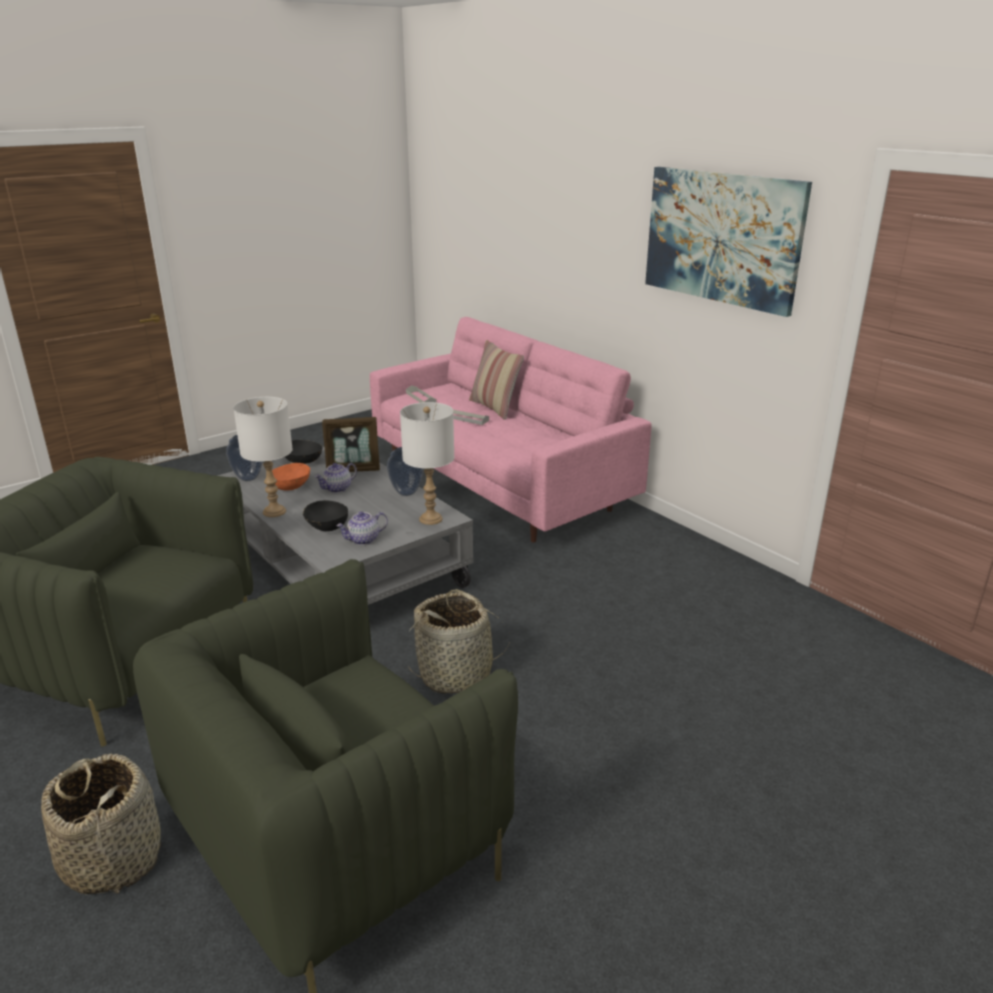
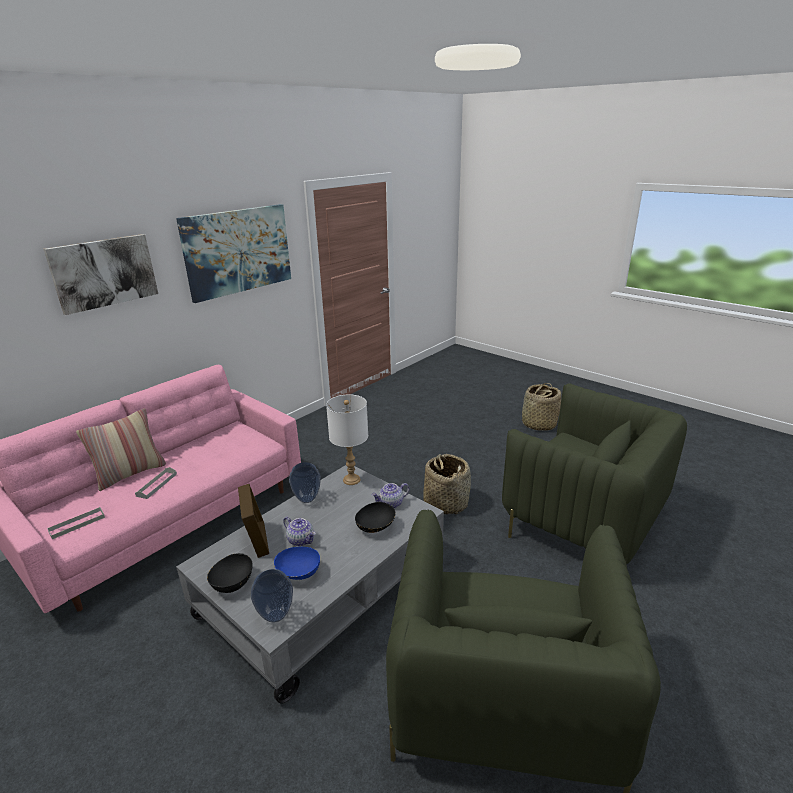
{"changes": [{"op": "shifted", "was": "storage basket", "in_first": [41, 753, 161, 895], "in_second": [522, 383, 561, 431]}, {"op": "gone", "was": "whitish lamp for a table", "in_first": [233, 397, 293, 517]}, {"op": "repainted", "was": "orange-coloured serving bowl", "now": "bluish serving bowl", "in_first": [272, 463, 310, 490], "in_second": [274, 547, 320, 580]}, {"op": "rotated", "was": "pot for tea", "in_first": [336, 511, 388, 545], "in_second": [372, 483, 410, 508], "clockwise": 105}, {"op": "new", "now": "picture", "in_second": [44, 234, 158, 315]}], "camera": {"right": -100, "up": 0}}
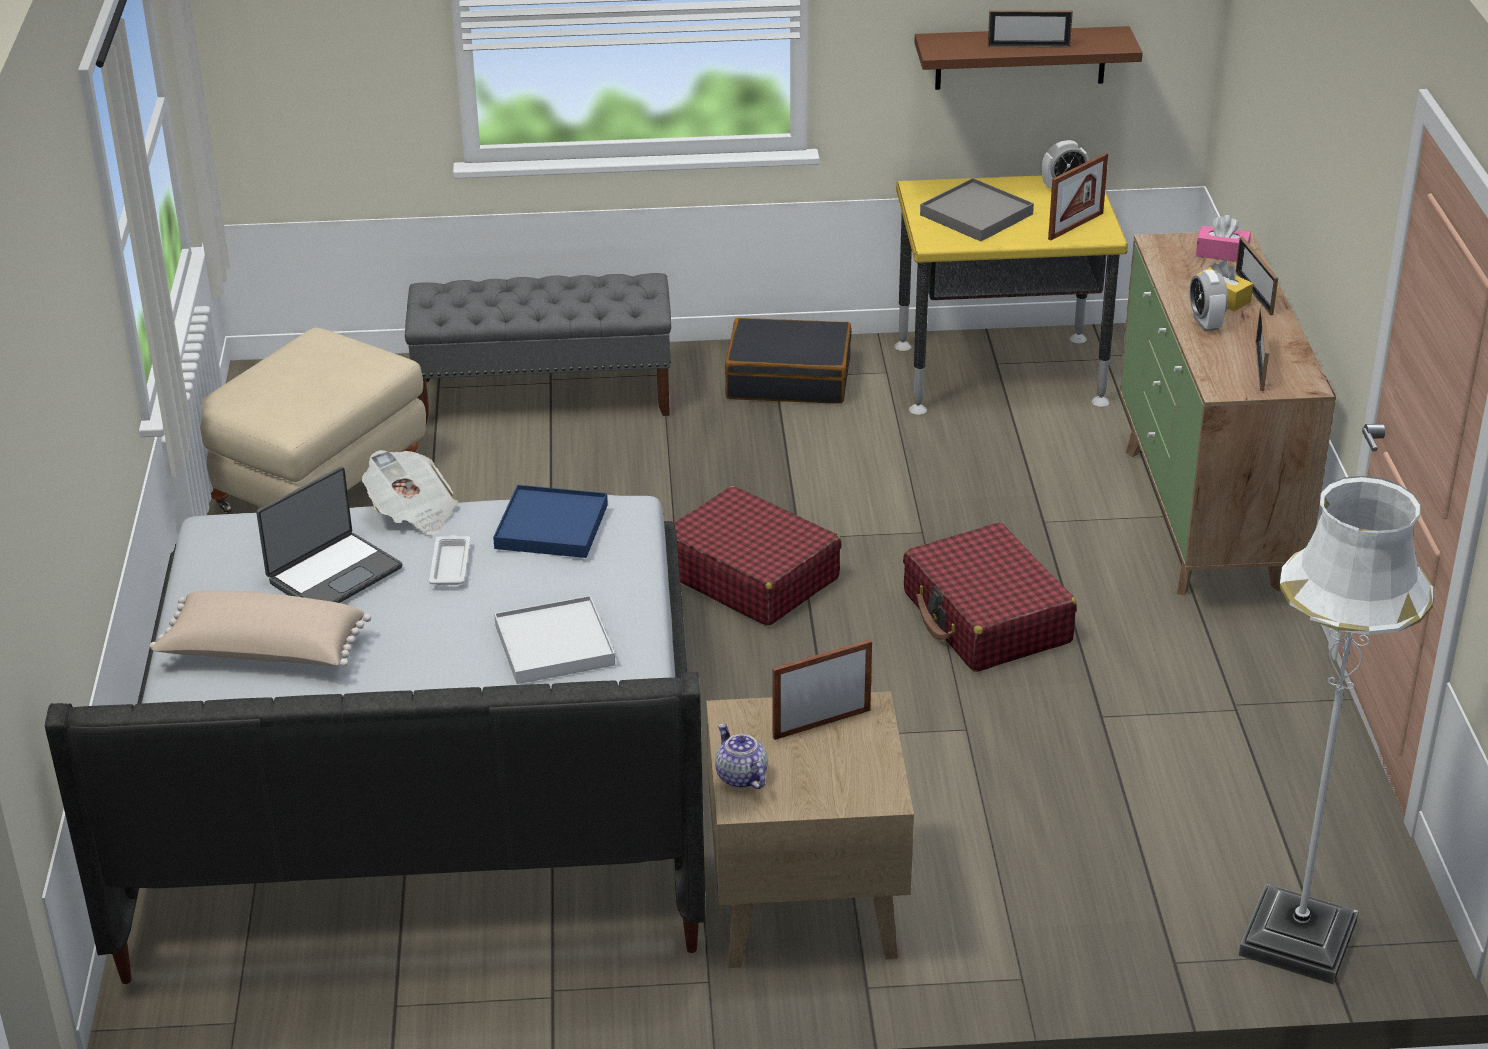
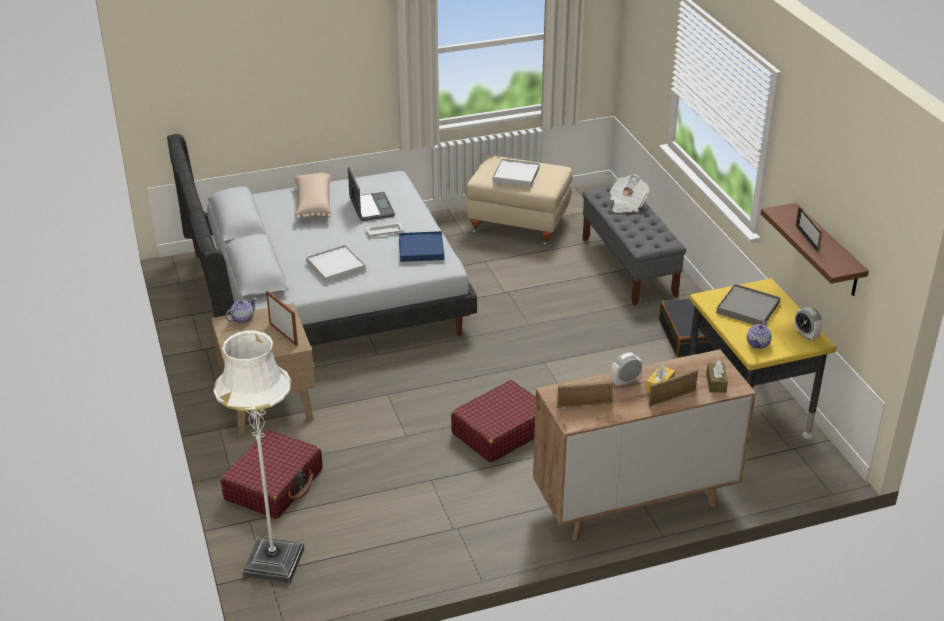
{"changes": [{"op": "rotated", "was": "portable computer", "in_first": [256, 467, 403, 603], "in_second": [348, 167, 395, 221], "clockwise": -135}, {"op": "shifted", "was": "printed paper", "in_first": [362, 450, 459, 535], "in_second": [610, 175, 650, 213]}, {"op": "shifted", "was": "reddish travel case", "in_first": [674, 486, 842, 626], "in_second": [220, 430, 323, 519]}, {"op": "swapped", "was": "picture frame", "now": "pot for tea", "in_first": [1048, 153, 1108, 240], "in_second": [747, 321, 772, 349]}, {"op": "repainted", "was": "pink-coloured tissue holder", "now": "brownish tissue holder", "in_first": [1196, 215, 1251, 262], "in_second": [706, 360, 728, 393]}, {"op": "new", "now": "whitish serving tray", "in_second": [492, 159, 540, 187]}], "camera": {"right": 75, "up": 0}}
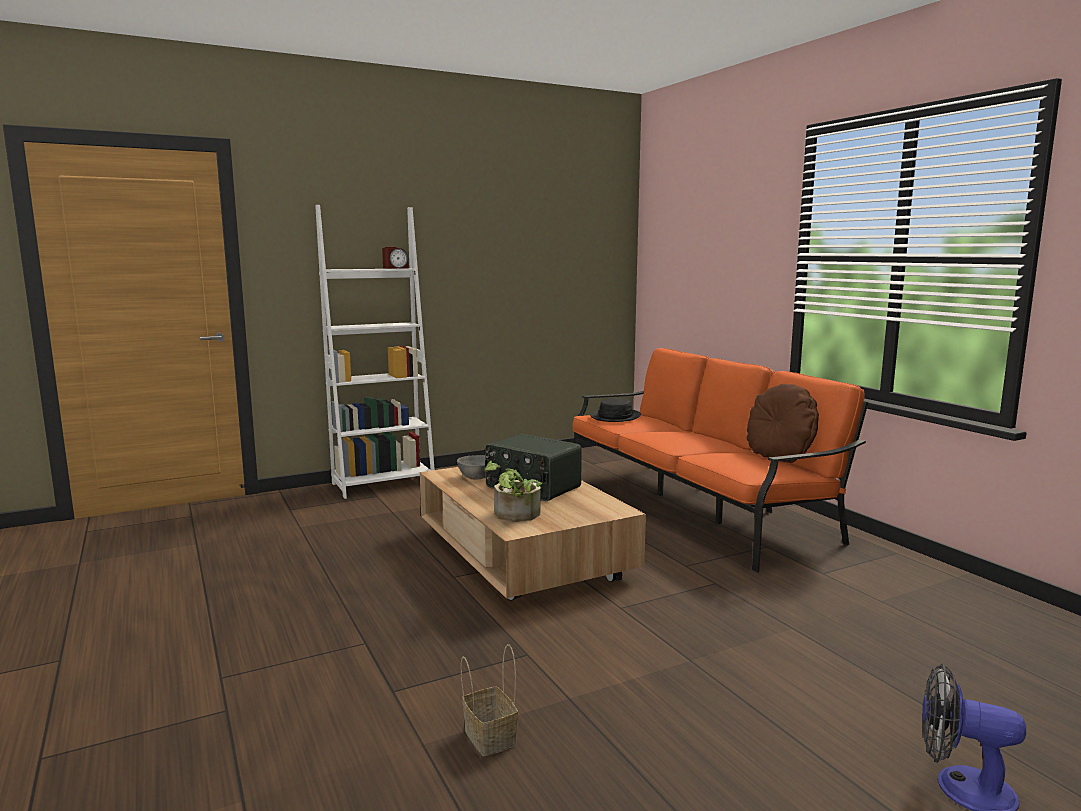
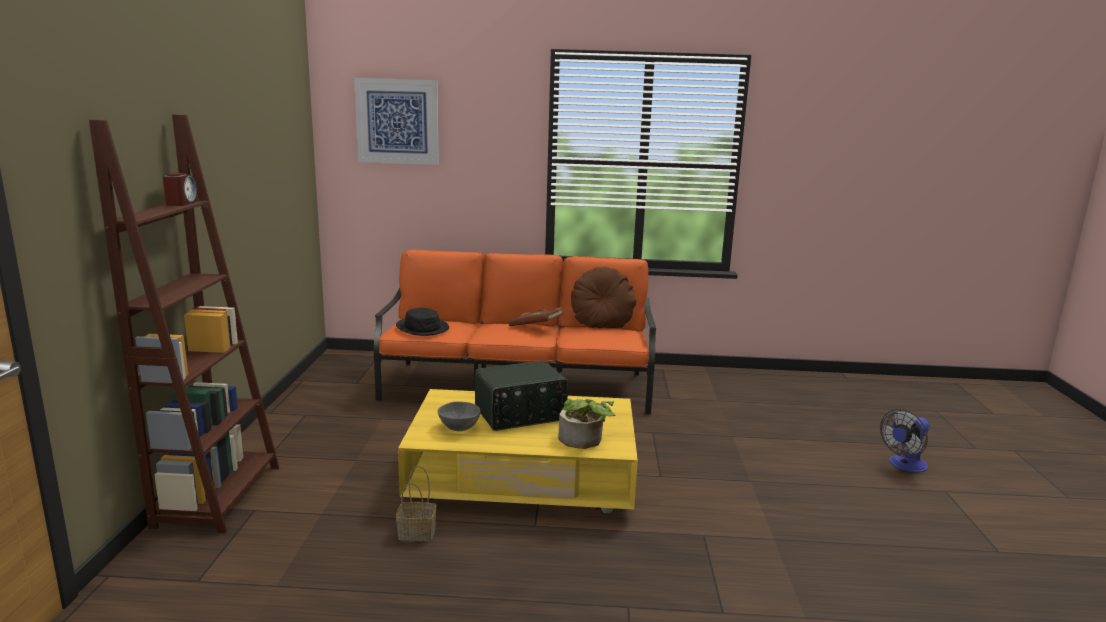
{"changes": [{"op": "repainted", "was": "whitish bookcase", "now": "brownish bookcase", "in_first": [315, 205, 435, 499], "in_second": [89, 114, 279, 533]}, {"op": "repainted", "was": "brownish low table", "now": "yellow-coloured low table", "in_first": [420, 467, 646, 601], "in_second": [398, 389, 638, 514]}, {"op": "shifted", "was": "storage basket", "in_first": [461, 644, 518, 757], "in_second": [396, 466, 437, 541]}, {"op": "new", "now": "picture", "in_second": [354, 78, 439, 165]}, {"op": "new", "now": "brownish bound book", "in_second": [508, 307, 564, 326]}], "camera": {"right": -60, "up": 5}}
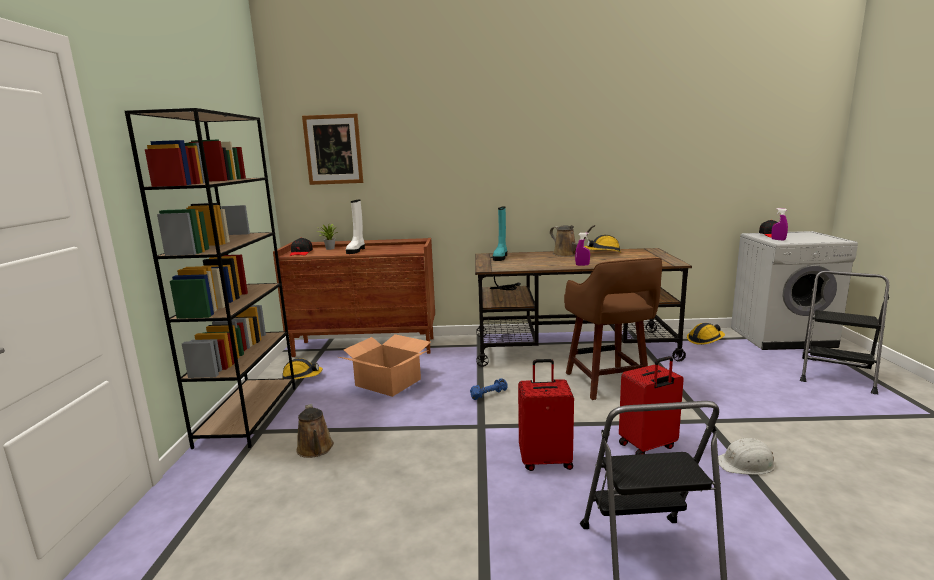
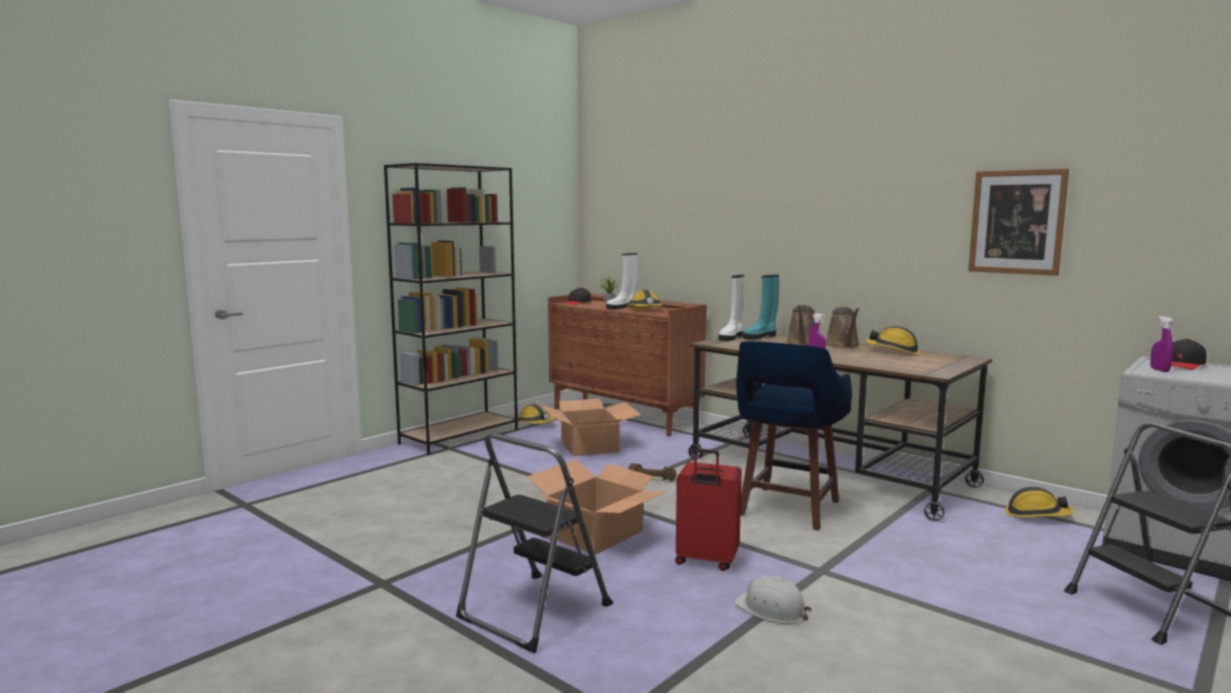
{"changes": [{"op": "shifted", "was": "brownish watering pot", "in_first": [296, 404, 334, 458], "in_second": [786, 305, 815, 345]}, {"op": "shifted", "was": "picture", "in_first": [302, 114, 363, 185], "in_second": [968, 168, 1069, 276]}, {"op": "repainted", "was": "bluish hand weight", "now": "brownish hand weight", "in_first": [470, 378, 508, 400], "in_second": [628, 463, 677, 481]}, {"op": "swapped", "was": "reddish travel case", "now": "carton", "in_first": [518, 359, 574, 471], "in_second": [527, 459, 667, 555]}, {"op": "repainted", "was": "brownish stool seat", "now": "bluish stool seat", "in_first": [564, 258, 662, 400], "in_second": [737, 341, 852, 530]}, {"op": "new", "now": "safety helmet", "in_second": [627, 290, 663, 308]}, {"op": "new", "now": "whitish tall boot", "in_second": [719, 275, 744, 341]}], "camera": {"right": 40, "up": -5}}
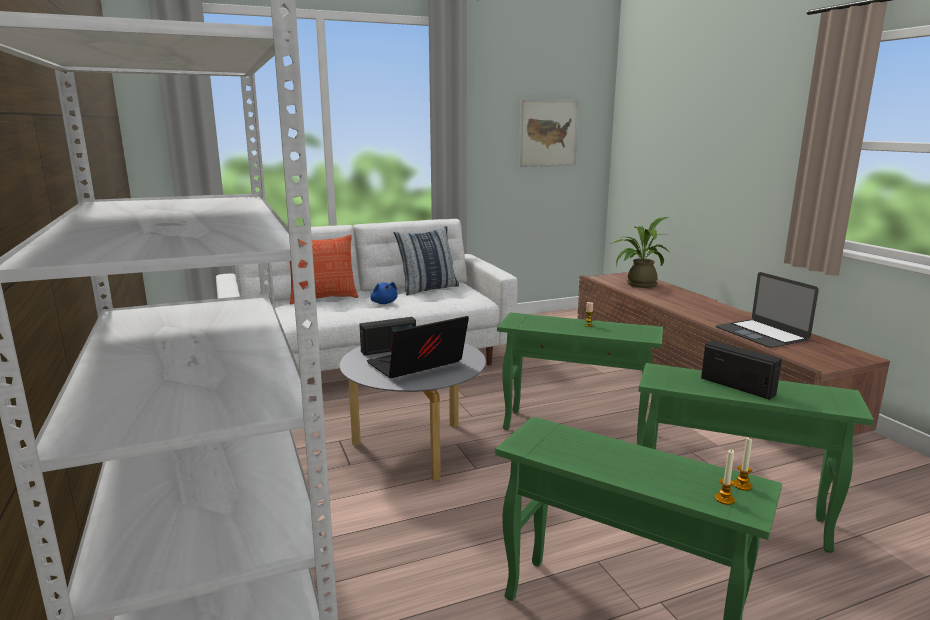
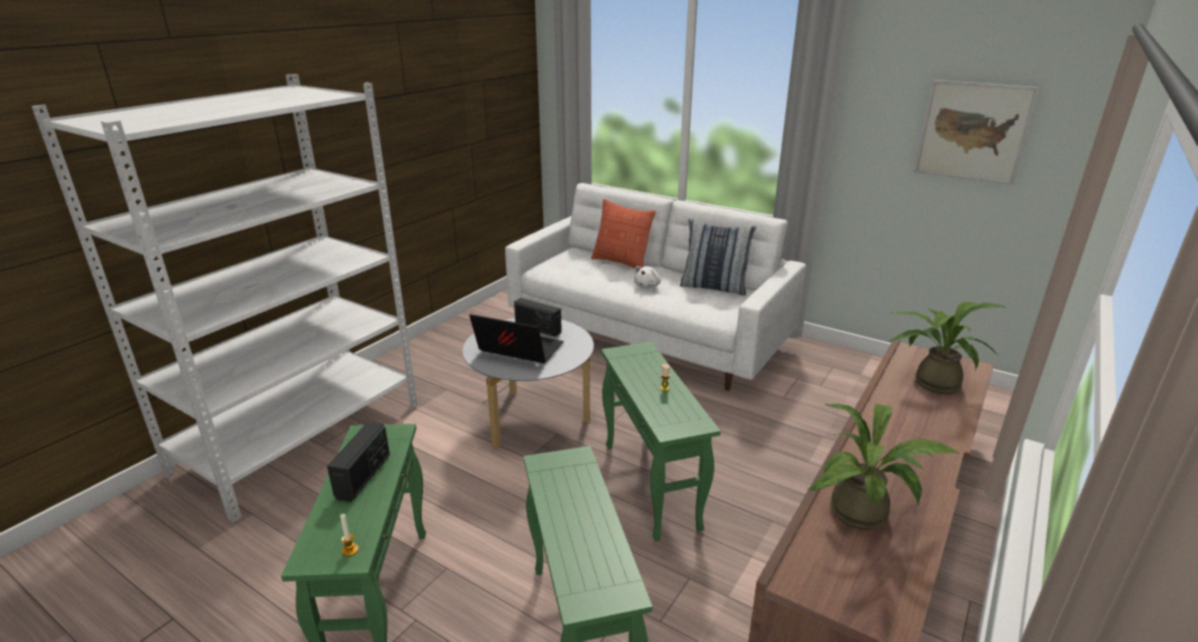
{"changes": [{"op": "repainted", "was": "bluish plush toy", "now": "whitish plush toy", "in_first": [370, 282, 398, 304], "in_second": [634, 266, 661, 288]}, {"op": "shifted", "was": "radio", "in_first": [701, 341, 782, 400], "in_second": [327, 422, 390, 502]}, {"op": "gone", "was": "wax light", "in_first": [715, 449, 735, 505]}, {"op": "swapped", "was": "portable computer", "now": "potted plant", "in_first": [716, 272, 819, 348], "in_second": [808, 404, 959, 530]}], "camera": {"right": 55, "up": 10}}
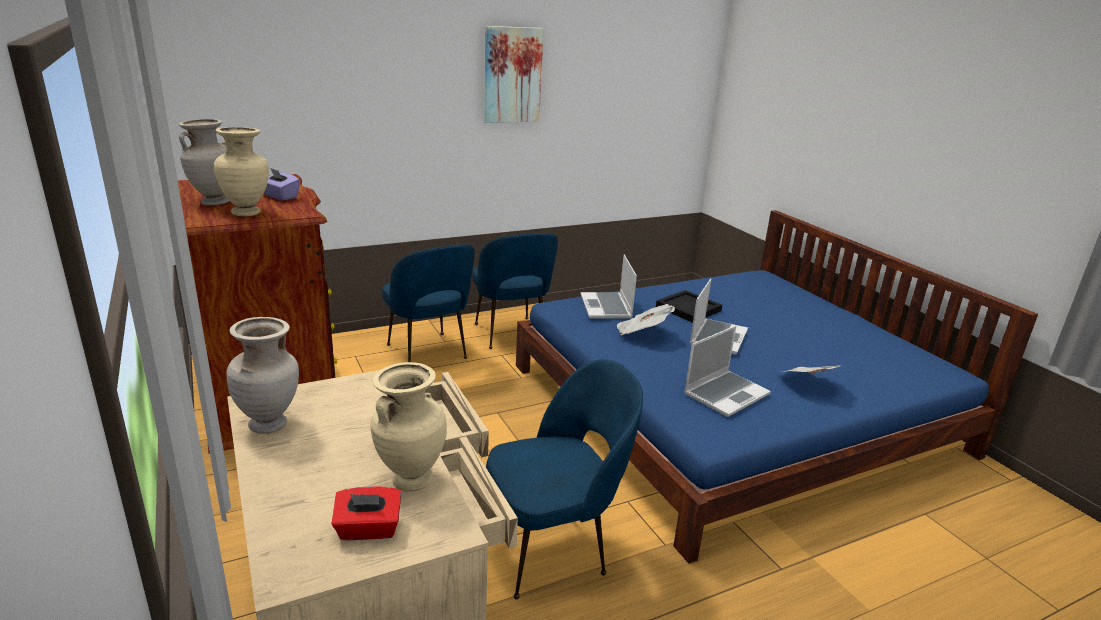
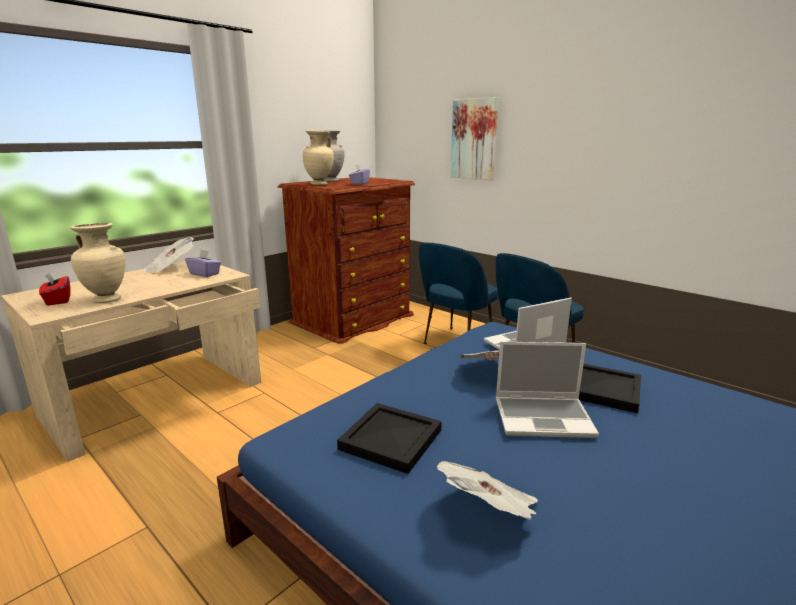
{"changes": [{"op": "swapped", "was": "sand-coloured flower vase", "now": "printed paper", "in_first": [226, 317, 299, 434], "in_second": [143, 237, 194, 273]}, {"op": "shifted", "was": "picture", "in_first": [484, 26, 544, 123], "in_second": [450, 97, 498, 180]}, {"op": "gone", "was": "bluish plain chair", "in_first": [486, 359, 643, 600]}, {"op": "swapped", "was": "portable computer", "now": "blackish serving tray", "in_first": [684, 326, 771, 417], "in_second": [337, 403, 442, 474]}, {"op": "new", "now": "purplish tissue holder", "in_second": [185, 250, 221, 277]}], "camera": {"right": 70, "up": -5}}
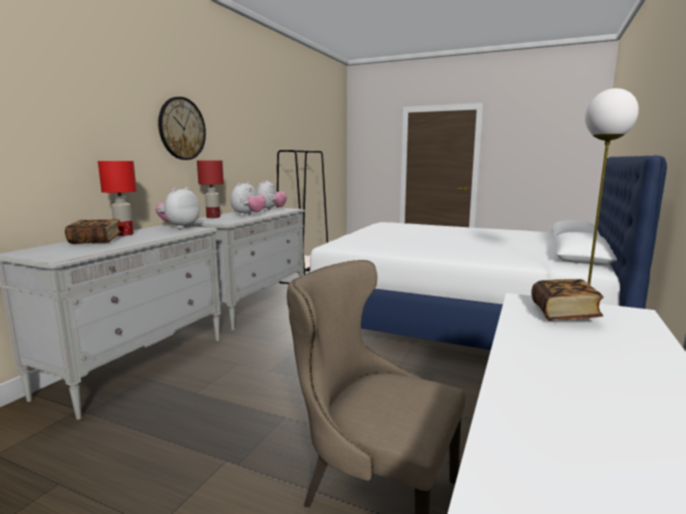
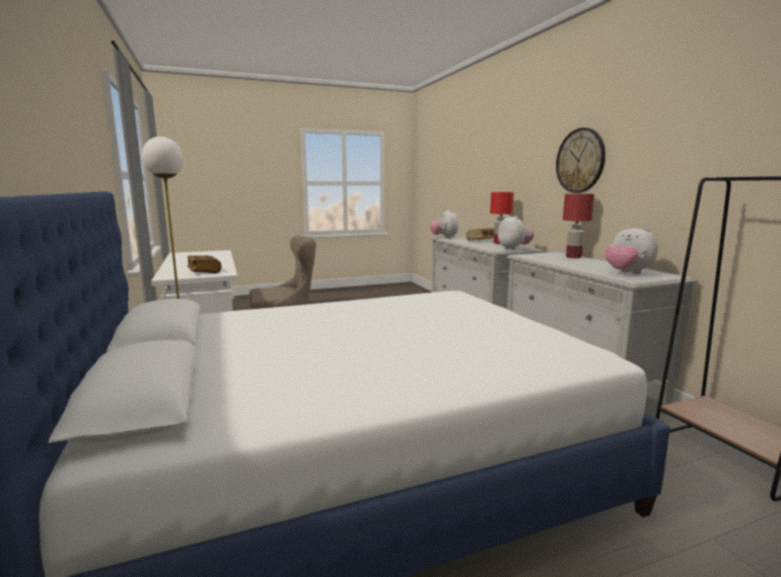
{"changes": [{"op": "shifted", "was": "plush toy", "in_first": [230, 182, 266, 216], "in_second": [430, 210, 459, 238]}], "camera": {"right": 135, "up": 0}}
